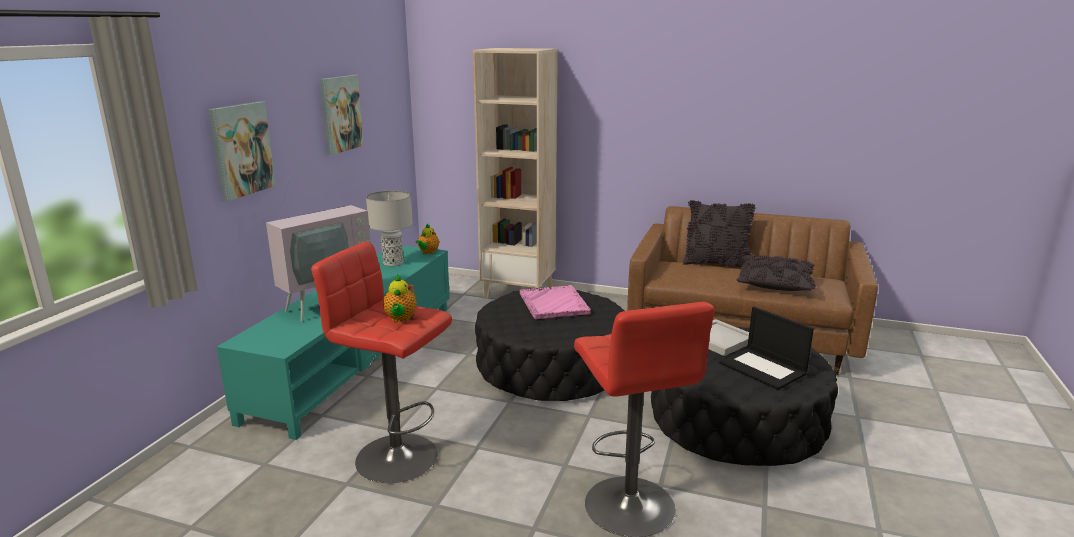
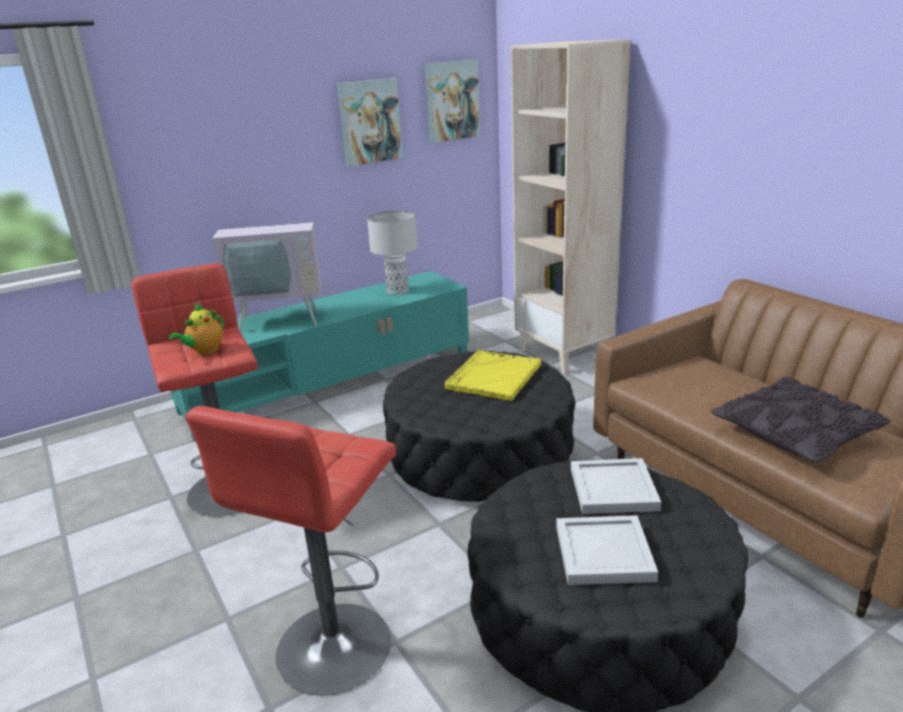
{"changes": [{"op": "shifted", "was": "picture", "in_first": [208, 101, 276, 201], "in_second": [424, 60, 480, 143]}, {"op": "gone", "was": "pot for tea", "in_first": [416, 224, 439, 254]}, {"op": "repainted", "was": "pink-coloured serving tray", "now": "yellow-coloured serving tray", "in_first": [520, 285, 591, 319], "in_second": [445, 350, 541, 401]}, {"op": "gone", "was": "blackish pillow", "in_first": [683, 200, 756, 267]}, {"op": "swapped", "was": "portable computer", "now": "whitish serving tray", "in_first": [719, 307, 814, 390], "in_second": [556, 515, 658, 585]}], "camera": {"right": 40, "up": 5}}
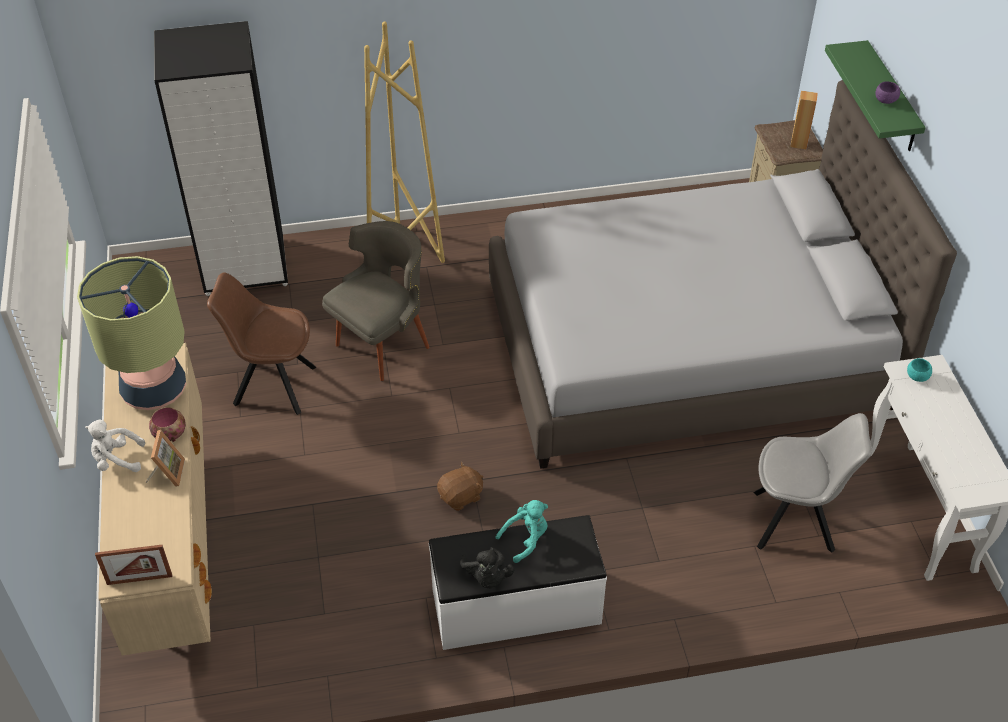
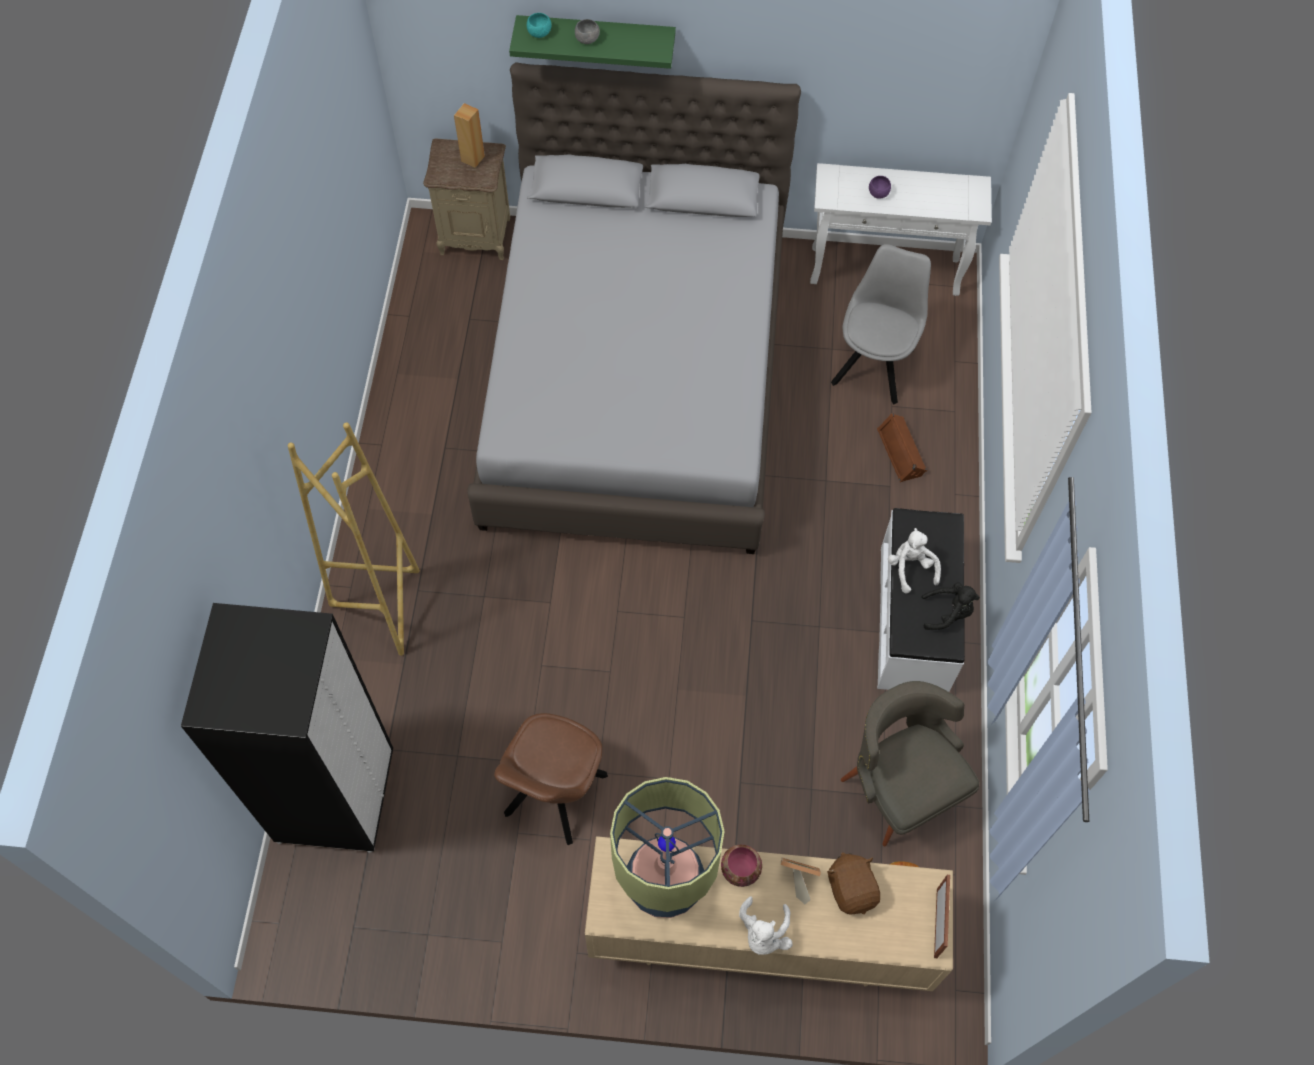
{"changes": [{"op": "shifted", "was": "gray plain chair", "in_first": [322, 221, 429, 381], "in_second": [841, 681, 979, 846]}, {"op": "shifted", "was": "brownish plush toy", "in_first": [437, 462, 483, 511], "in_second": [827, 852, 880, 915]}, {"op": "repainted", "was": "turquoise-coloured plush toy", "now": "whitish plush toy", "in_first": [496, 500, 548, 563], "in_second": [888, 528, 941, 593]}, {"op": "shifted", "was": "purplish serving bowl", "in_first": [875, 82, 900, 104], "in_second": [869, 176, 891, 199]}, {"op": "shifted", "was": "turquoise-coloured serving bowl", "in_first": [907, 358, 932, 382], "in_second": [527, 13, 551, 38]}, {"op": "new", "now": "gray serving bowl", "in_second": [575, 19, 600, 44]}, {"op": "new", "now": "brownish loudspeaker", "in_second": [877, 413, 927, 482]}], "camera": {"right": -75, "up": 15}}
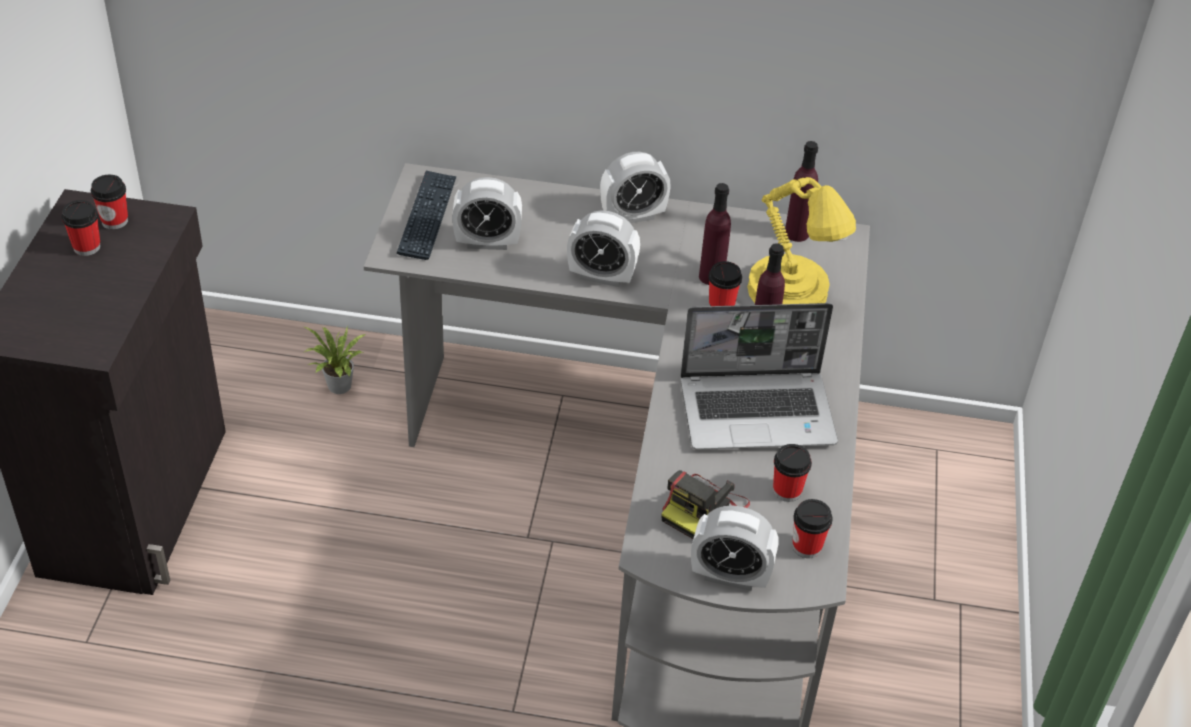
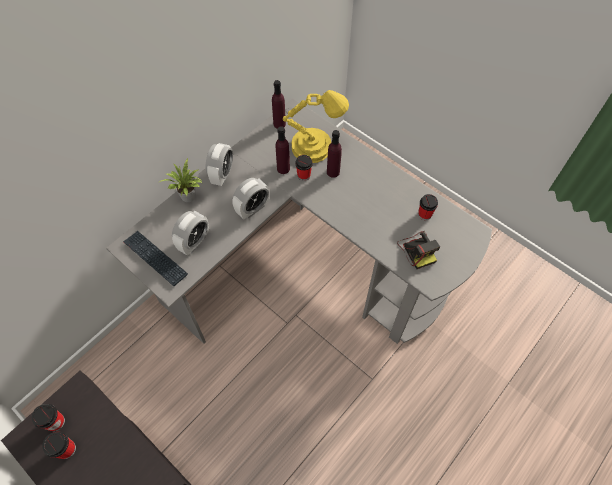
{"changes": [{"op": "shifted", "was": "potted plant", "in_first": [304, 326, 367, 394], "in_second": [159, 158, 203, 202]}, {"op": "gone", "was": "portable computer", "in_first": [680, 303, 838, 450]}, {"op": "gone", "was": "alarm clock", "in_first": [691, 506, 779, 591]}, {"op": "gone", "was": "small cup", "in_first": [792, 499, 833, 558]}], "camera": {"right": -55, "up": 15}}
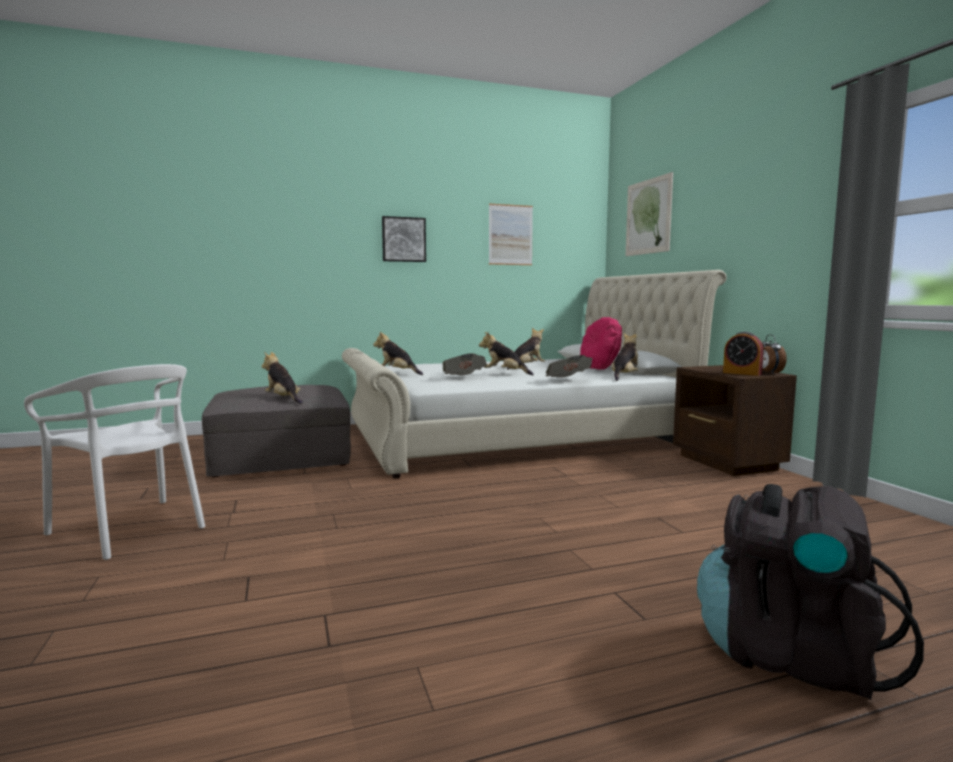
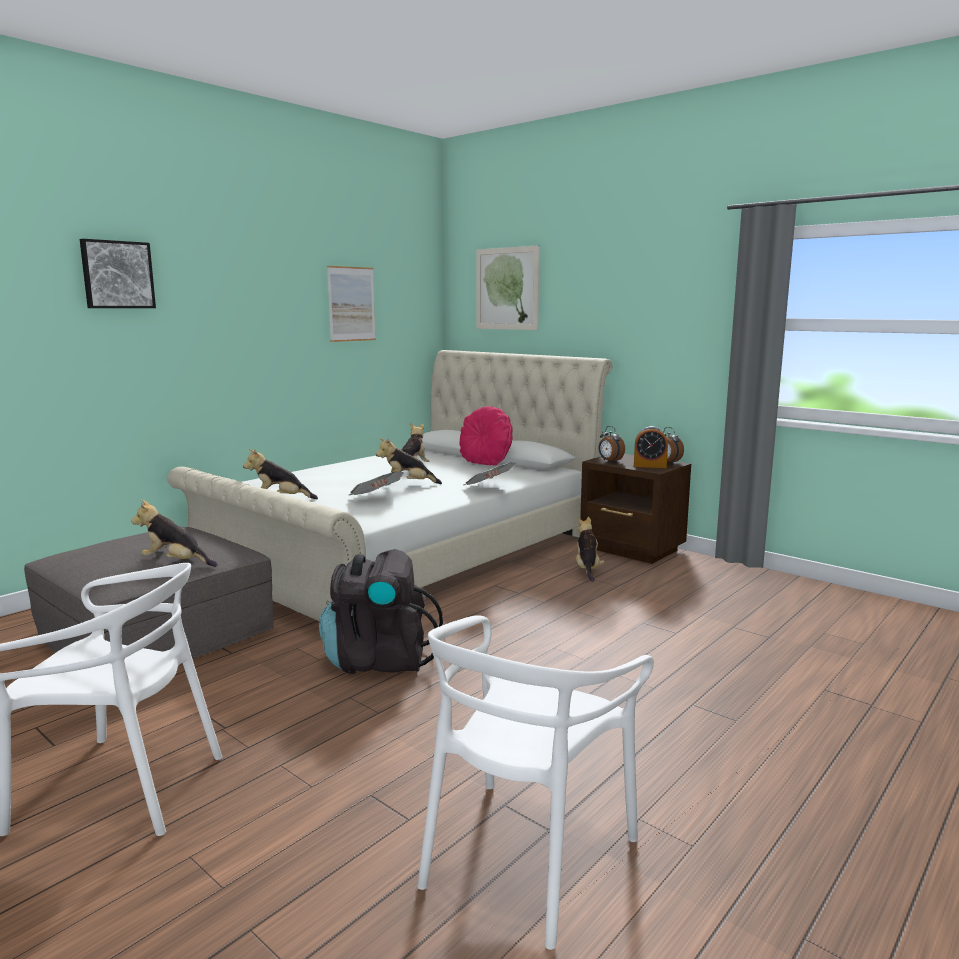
{"changes": [{"op": "shifted", "was": "picture", "in_first": [382, 216, 426, 262], "in_second": [80, 239, 156, 308]}, {"op": "shifted", "was": "plush toy", "in_first": [612, 333, 638, 381], "in_second": [576, 517, 605, 582]}, {"op": "shifted", "was": "blackish rucksack", "in_first": [697, 484, 924, 700], "in_second": [319, 549, 443, 674]}, {"op": "new", "now": "whitish plain chair", "in_second": [417, 615, 654, 950]}, {"op": "new", "now": "alarm clock", "in_second": [598, 426, 625, 463]}], "camera": {"right": -30, "up": 5}}
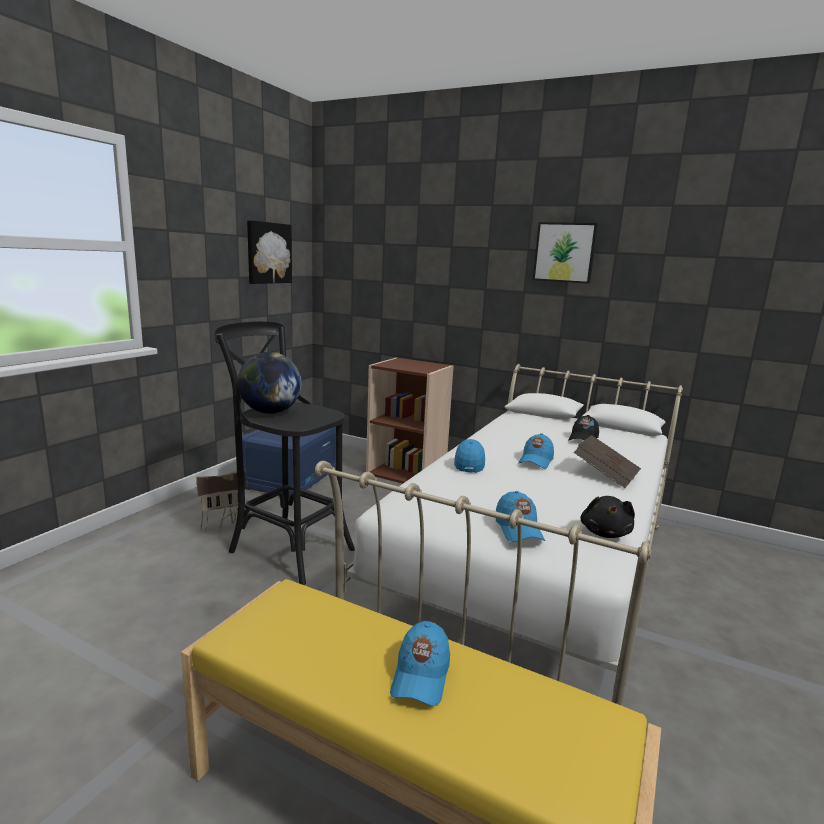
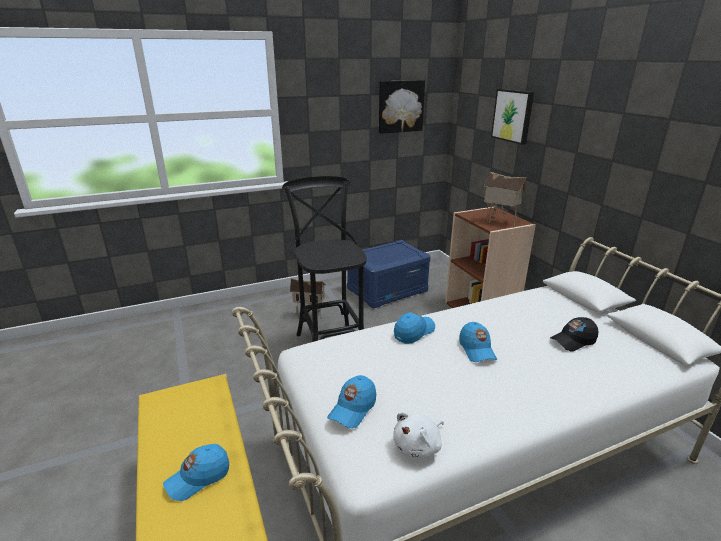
{"changes": [{"op": "gone", "was": "globe", "in_first": [238, 352, 301, 414]}, {"op": "rotated", "was": "bluish baseball cap", "in_first": [518, 433, 554, 469], "in_second": [459, 322, 497, 362], "clockwise": -75}, {"op": "shifted", "was": "picture", "in_first": [533, 222, 598, 284], "in_second": [491, 89, 534, 145]}, {"op": "gone", "was": "brownish bound book", "in_first": [574, 435, 641, 488]}, {"op": "repainted", "was": "blackish plush toy", "now": "whitish plush toy", "in_first": [580, 496, 635, 538], "in_second": [393, 412, 444, 458]}, {"op": "new", "now": "toy house", "in_second": [484, 172, 526, 228]}], "camera": {"right": 40, "up": 10}}
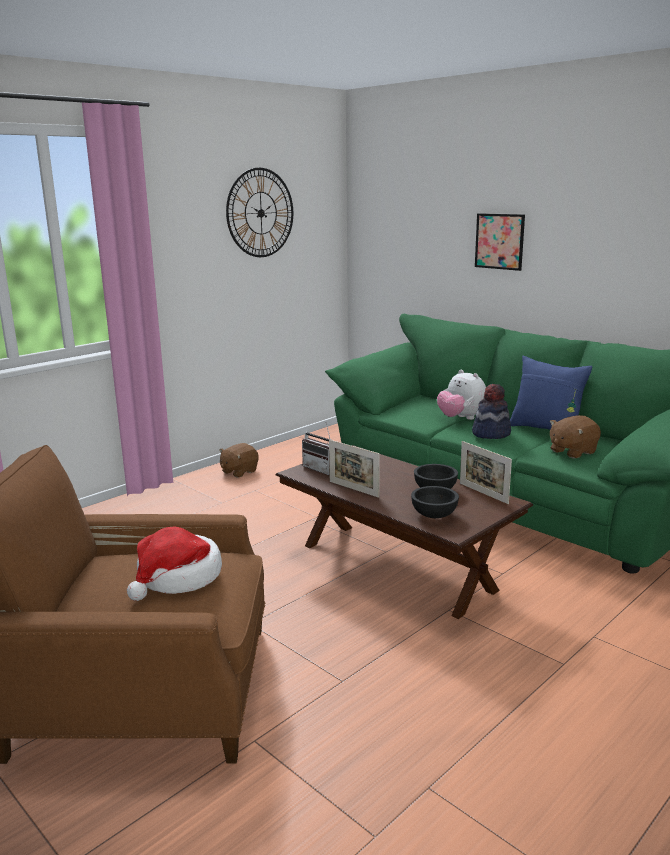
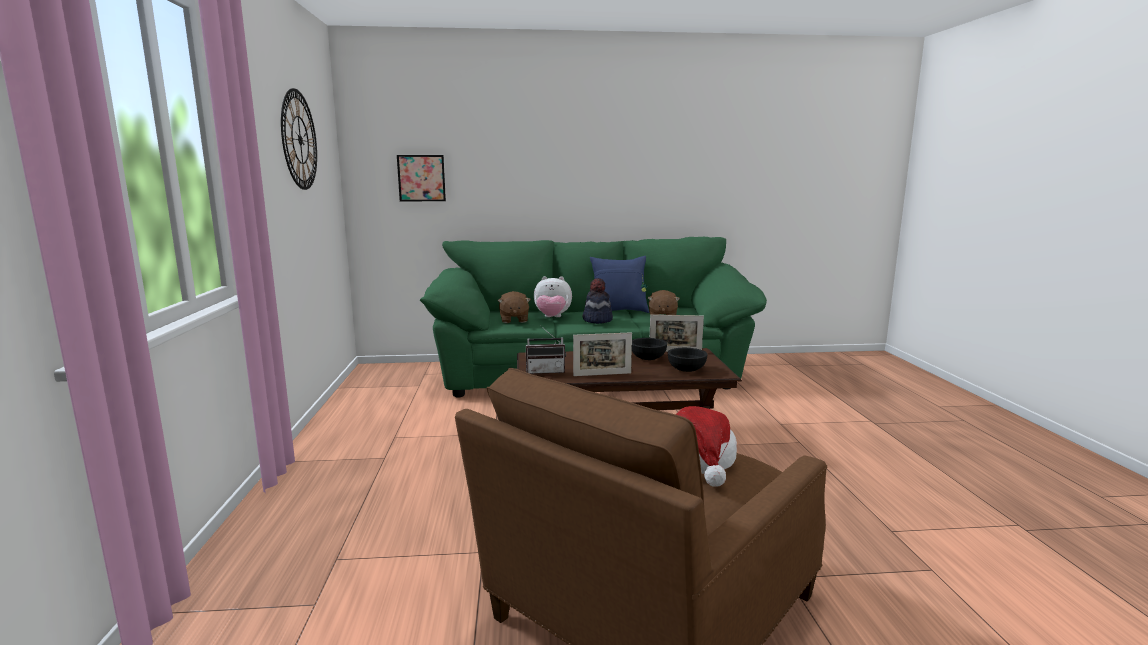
{"changes": [{"op": "shifted", "was": "brownish plush toy", "in_first": [219, 443, 259, 478], "in_second": [498, 291, 531, 323]}, {"op": "shifted", "was": "picture", "in_first": [475, 213, 525, 271], "in_second": [397, 155, 446, 201]}], "camera": {"right": -50, "up": -5}}
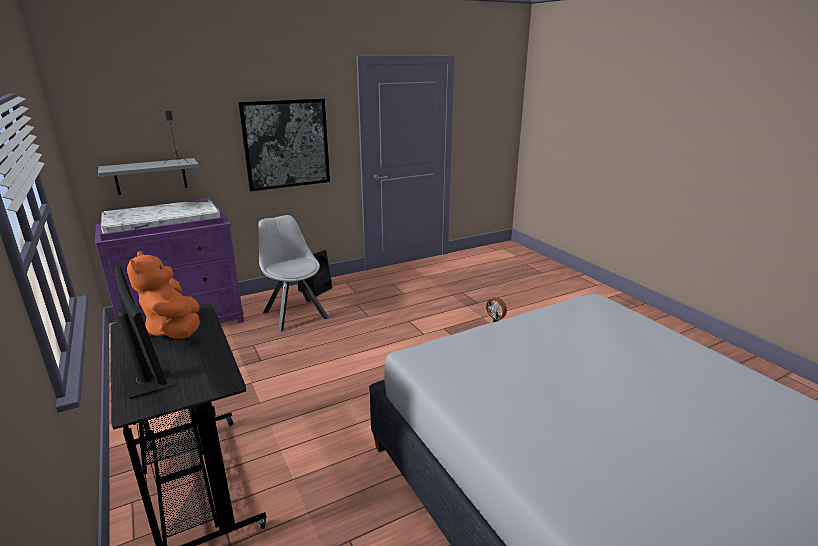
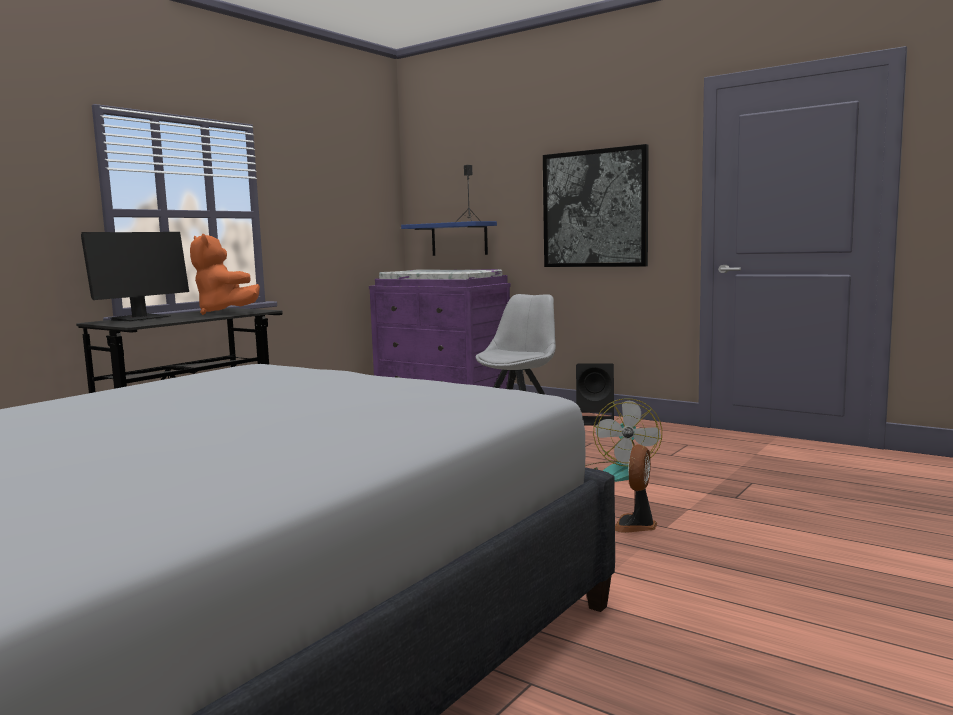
{"changes": [{"op": "repainted", "was": "gray wall shelf", "now": "bluish wall shelf", "in_first": [98, 158, 199, 195], "in_second": [401, 221, 497, 256]}, {"op": "rotated", "was": "orange-coloured plush toy", "in_first": [127, 251, 200, 339], "in_second": [190, 234, 260, 315], "clockwise": -90}, {"op": "new", "now": "fan", "in_second": [585, 398, 662, 482]}], "camera": {"right": 65, "up": -15}}
